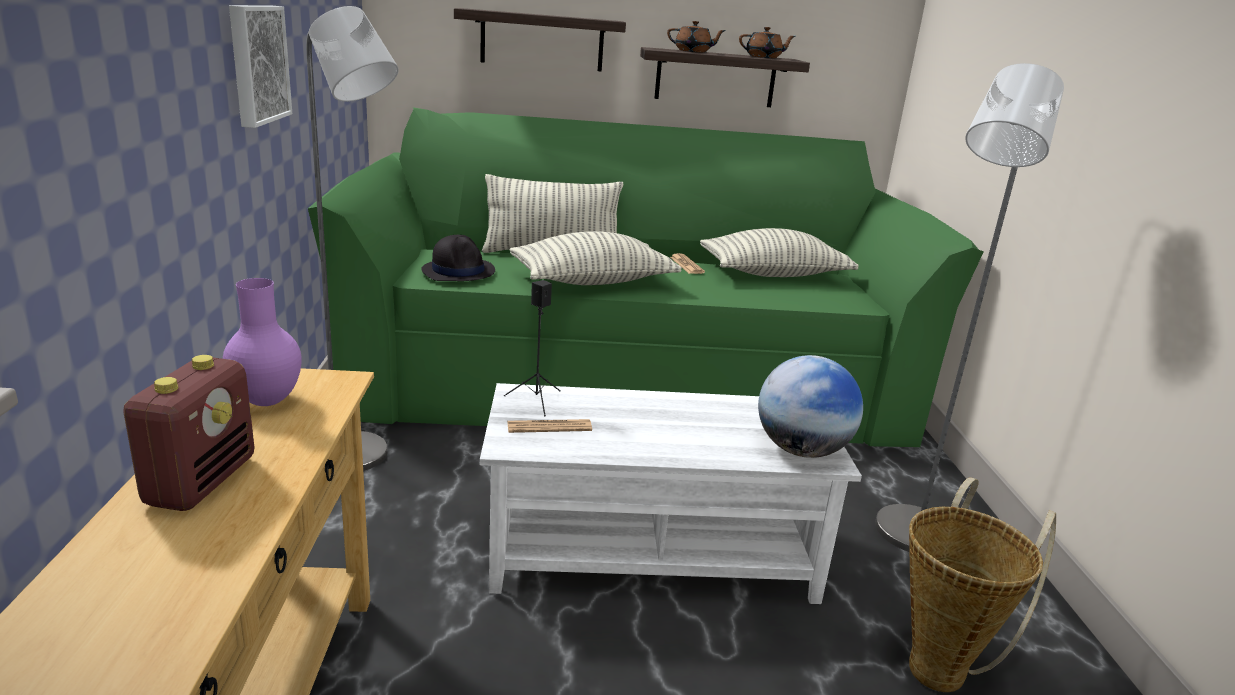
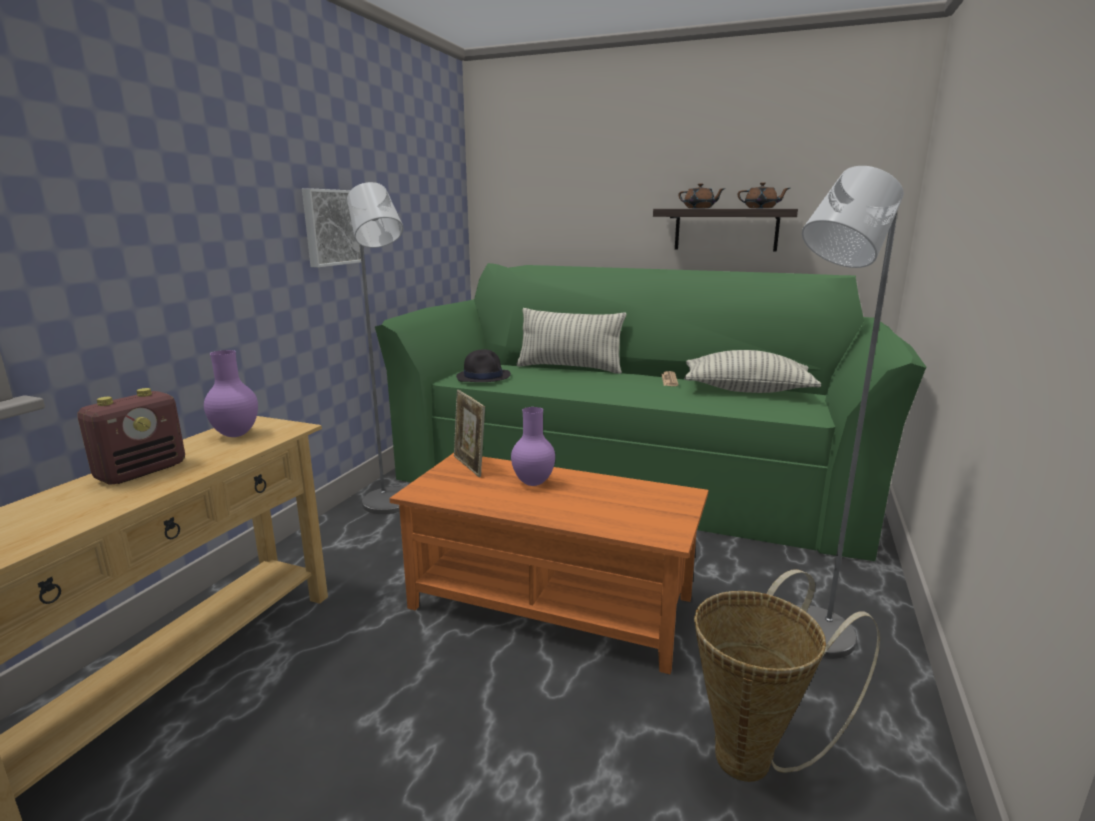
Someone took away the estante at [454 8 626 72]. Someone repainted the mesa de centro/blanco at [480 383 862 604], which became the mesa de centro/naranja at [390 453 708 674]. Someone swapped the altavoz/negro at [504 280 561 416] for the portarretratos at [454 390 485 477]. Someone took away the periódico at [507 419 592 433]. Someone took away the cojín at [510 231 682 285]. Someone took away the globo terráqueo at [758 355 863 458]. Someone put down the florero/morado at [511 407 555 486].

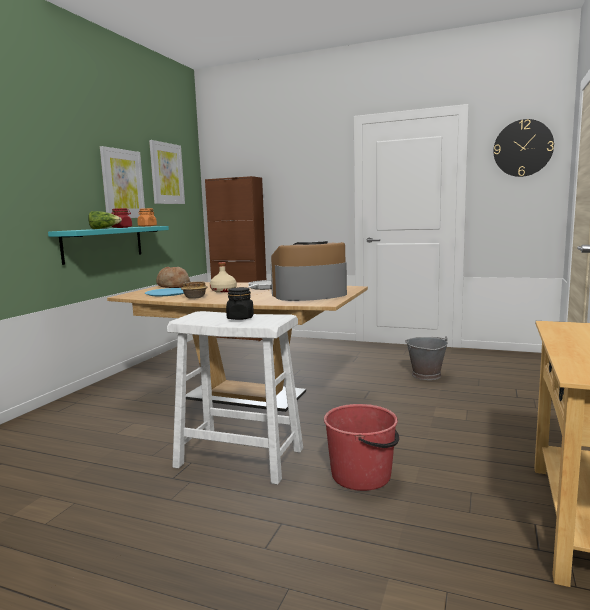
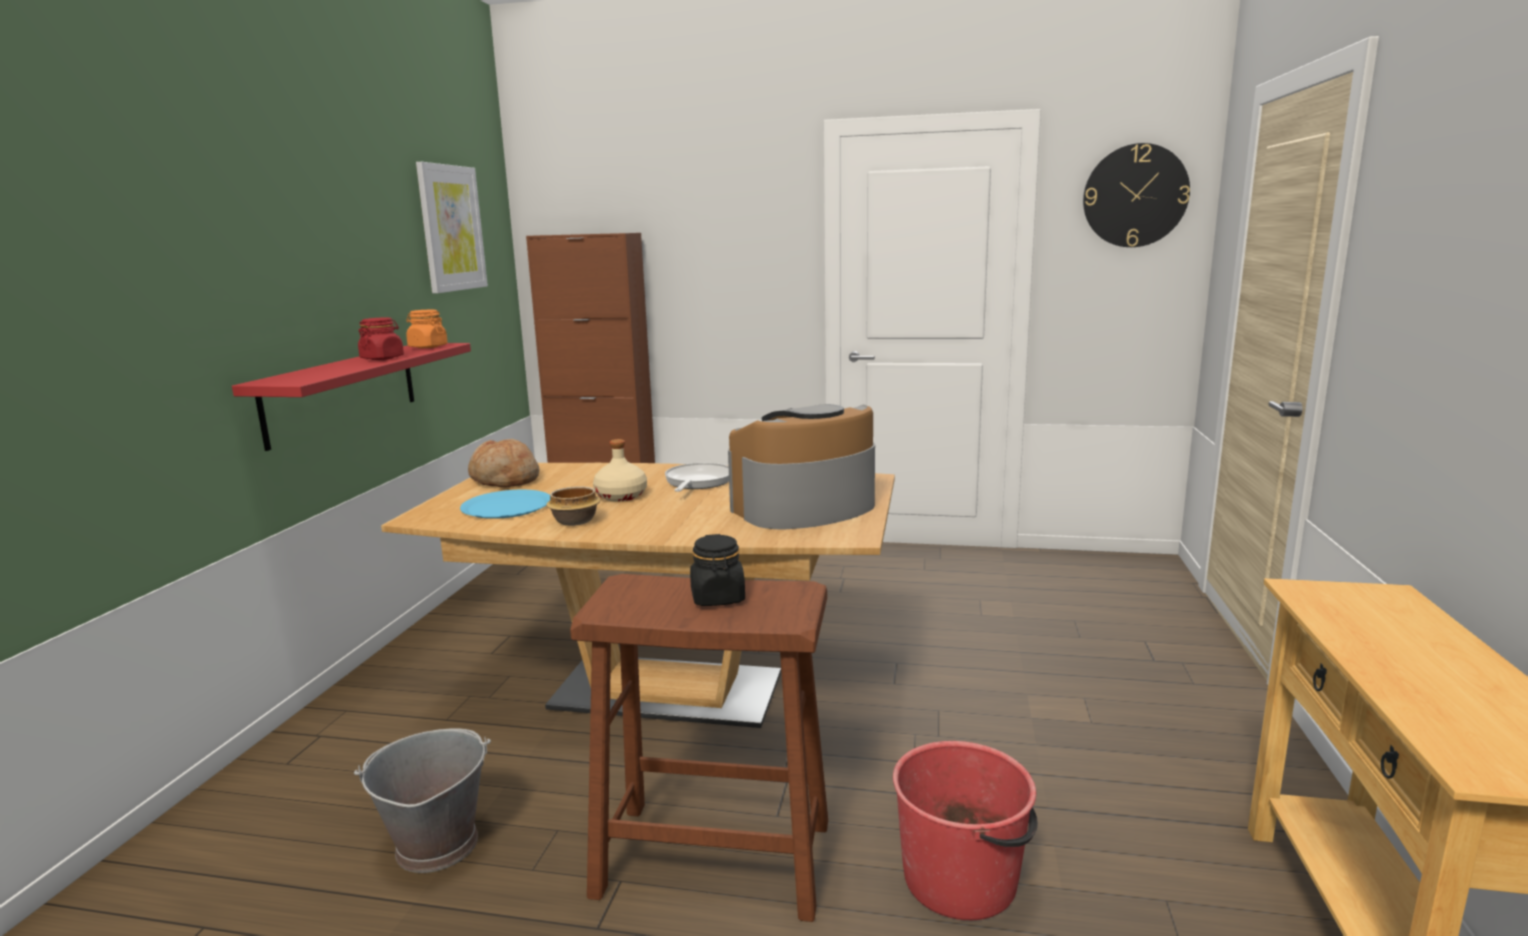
Someone repainted the estante/turquesa at [48 226 169 265], which became the estante/rojo at [232 343 471 451]. Someone took away the lechuga at [88 211 122 229]. Someone took away the cuadro at [100 146 145 218]. Someone repainted the taburete/blanco at [167 311 303 485], which became the taburete/marrón at [570 574 828 922]. Someone carried the cubo/gris from [405 336 448 380] to [354 728 491 873].

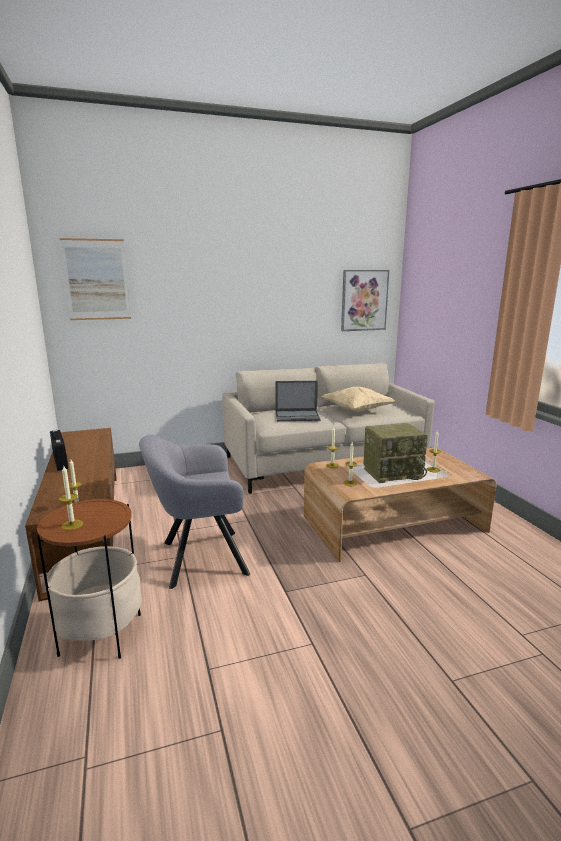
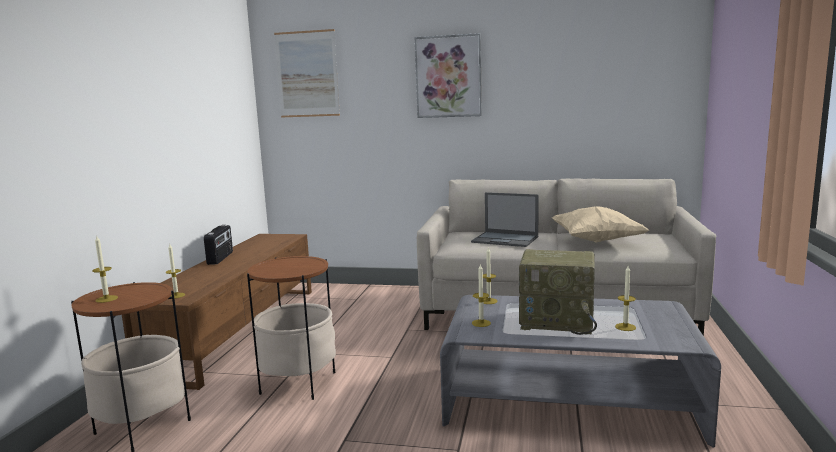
Someone swapped the sillón/gris at [139 434 250 589] for the mesa auxiliar at [247 256 336 400]. Someone repainted the mesa de centro/marrón at [304 448 497 562], which became the mesa de centro/gris at [440 295 721 447]. Someone carried the cuadro from [341 270 389 331] to [415 33 482 118].

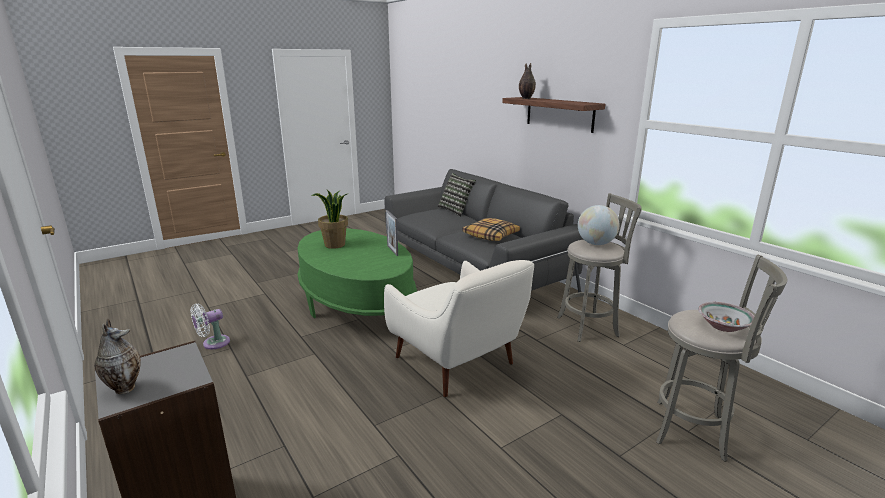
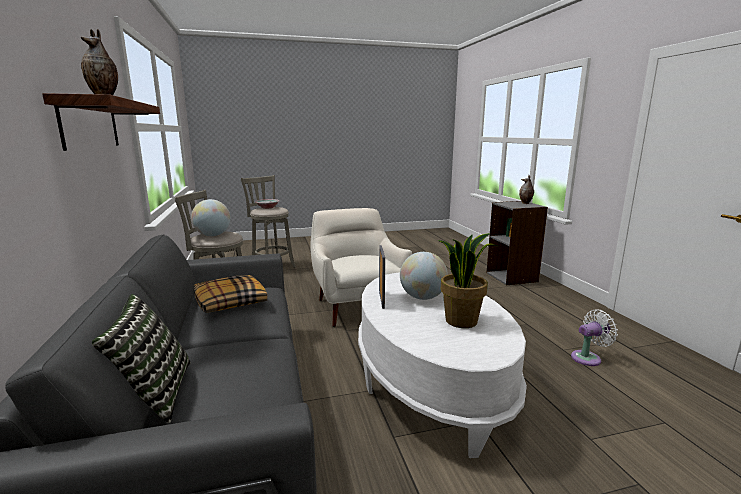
Someone repainted the mesa de centro/verde at [297 228 417 318], which became the mesa de centro/blanco at [358 272 527 458]. Someone put down the globo terráqueo at [400 252 448 300].

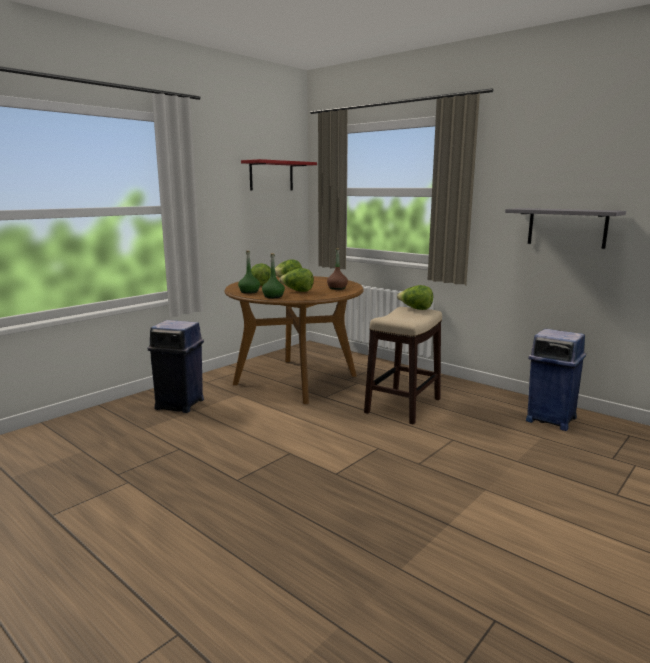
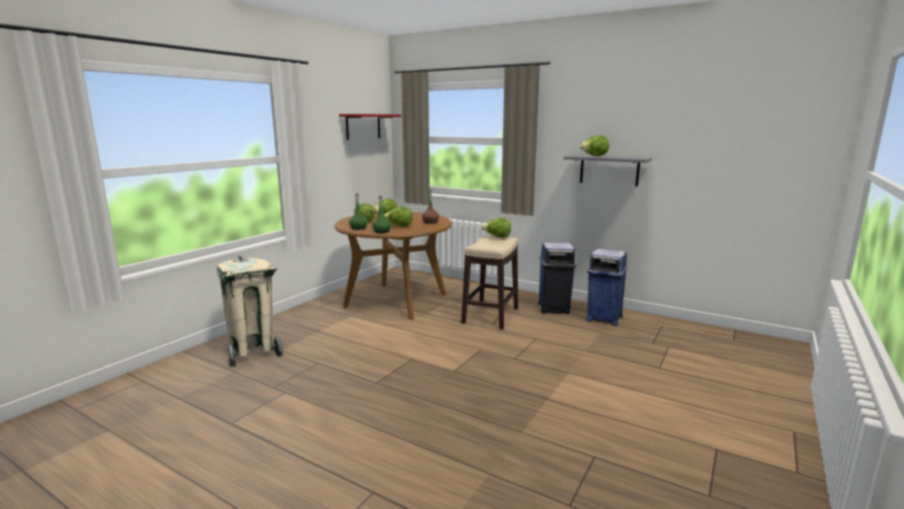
Someone carried the papelera/azul from [147 320 204 413] to [538 243 576 314]. Someone put down the papelera/beis at [217 255 283 368]. Someone put down the lechuga at [579 135 609 156].

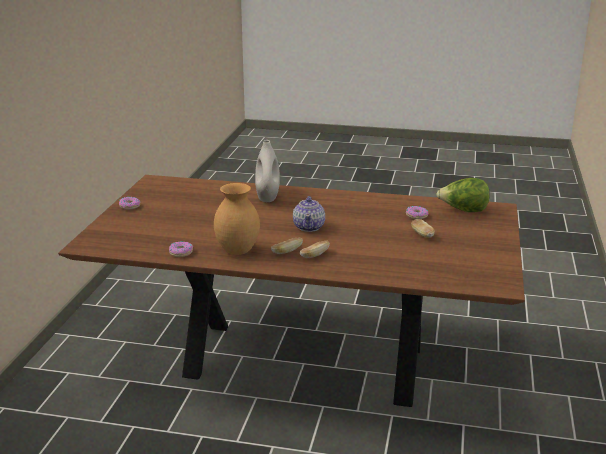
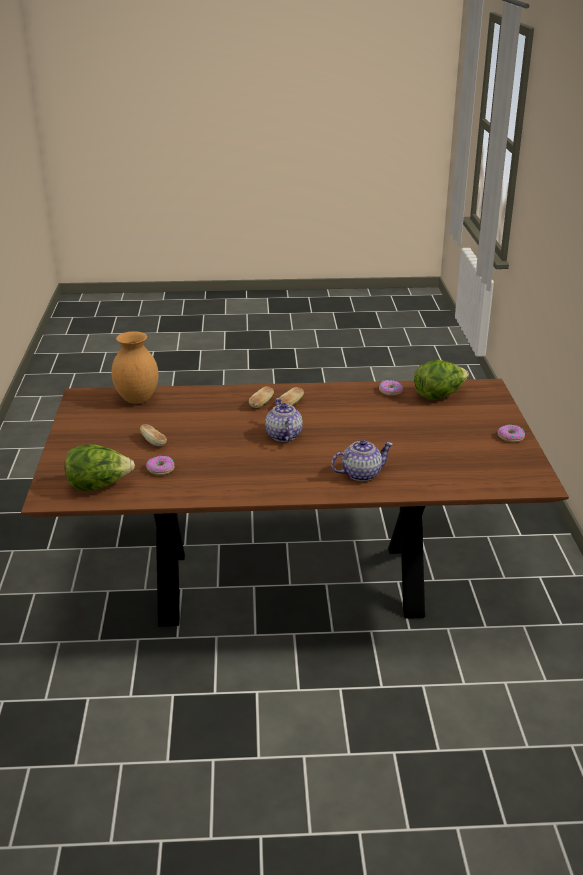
Someone carried the florero/marrón from [214 183 260 255] to [111 331 159 404]. Someone swapped the florero/blanco at [255 140 280 202] for the tetera at [331 440 393 481]. Someone put down the lechuga at [414 360 469 400].

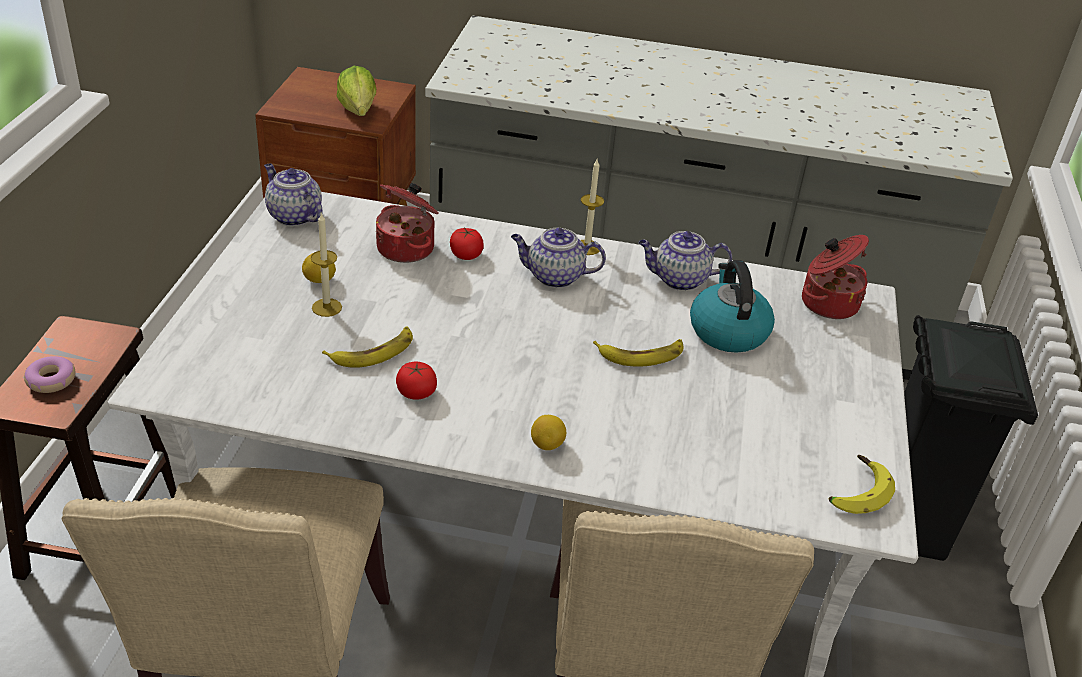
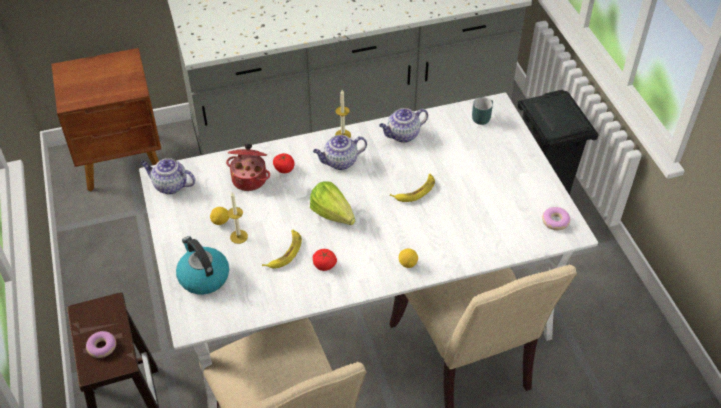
Someone carried the lechuga from [337 66 376 116] to [310 181 355 225]. Someone carried the hervidor from [690 260 775 353] to [176 236 229 295]. Someone swapped the olla at [802 235 869 319] for the taza grande/turquesa at [472 97 493 125]. Someone swapped the plátano at [829 455 895 514] for the rosquilla at [542 207 570 230].

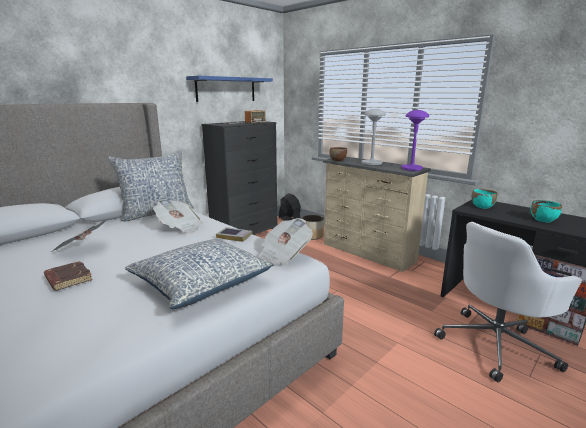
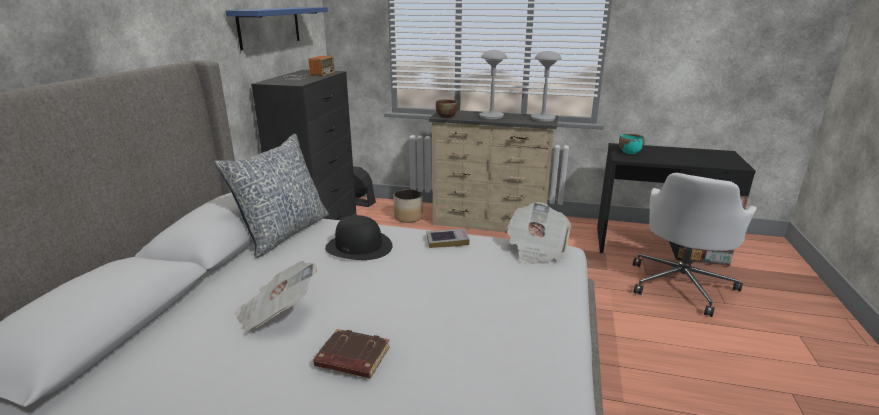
Someone took away the cojín at [125 238 274 309]. Someone swapped the periódico at [153 199 203 234] for the sombrero/negro at [325 215 393 260]. Someone repainted the lámpara de mesa/morado at [401 110 429 171], which became the lámpara de mesa/gris at [531 51 562 122]. Someone took away the cuenco/turquesa at [531 200 562 222].

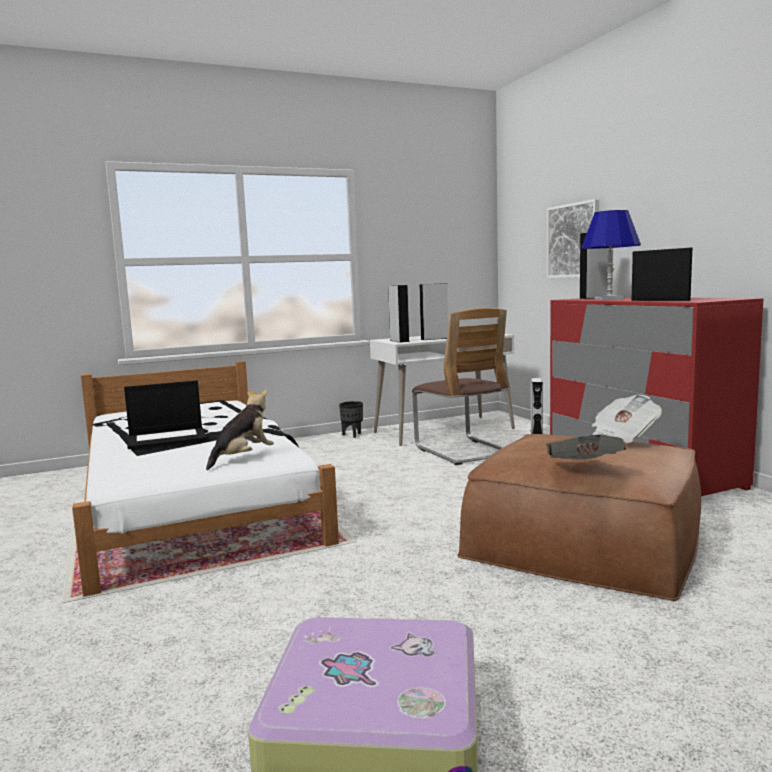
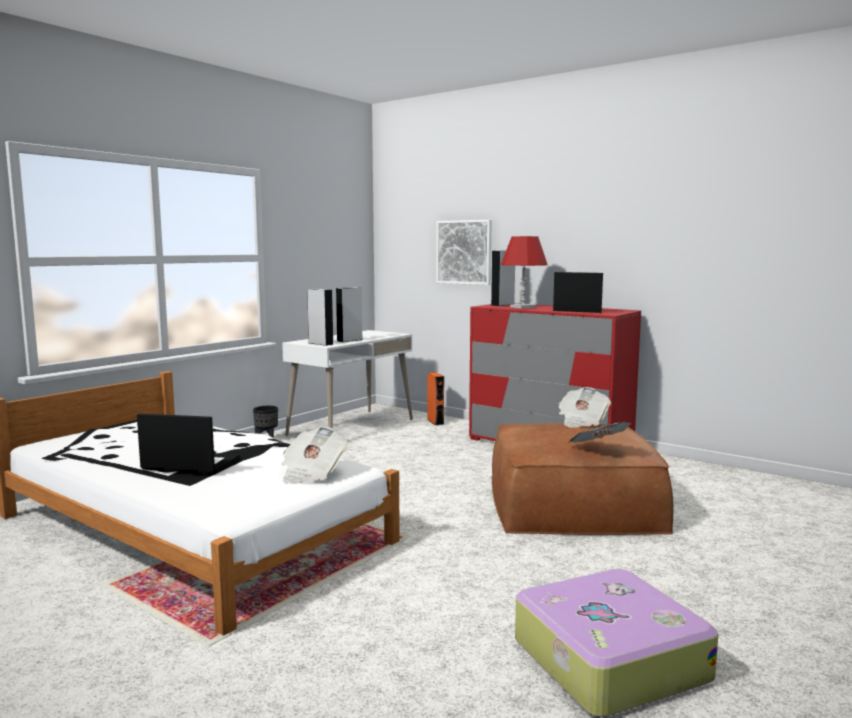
Someone rotated the portátil at [124 380 207 449] by 120 degrees counterclockwise. Someone swapped the peluche at [206 388 274 470] for the periódico at [281 427 348 484]. Someone took away the silla at [412 308 510 465]. Someone repainted the altavoz/gris at [530 378 543 434], which became the altavoz/naranja at [428 372 444 425]. Someone repainted the lámpara de mesa/azul at [581 210 641 300], which became the lámpara de mesa/rojo at [501 236 548 309].

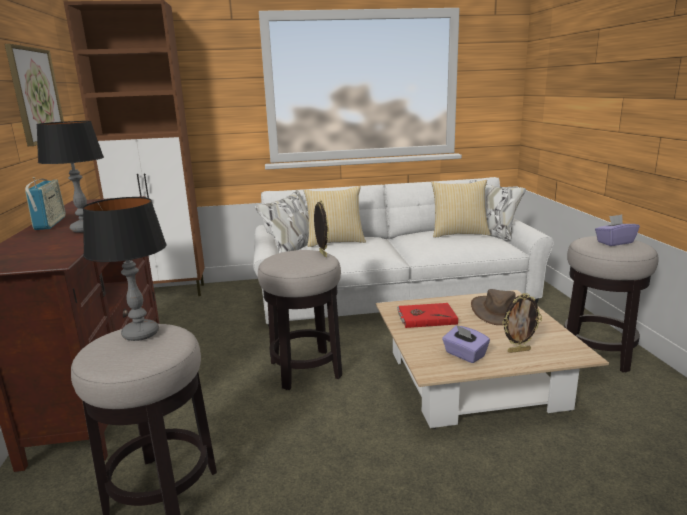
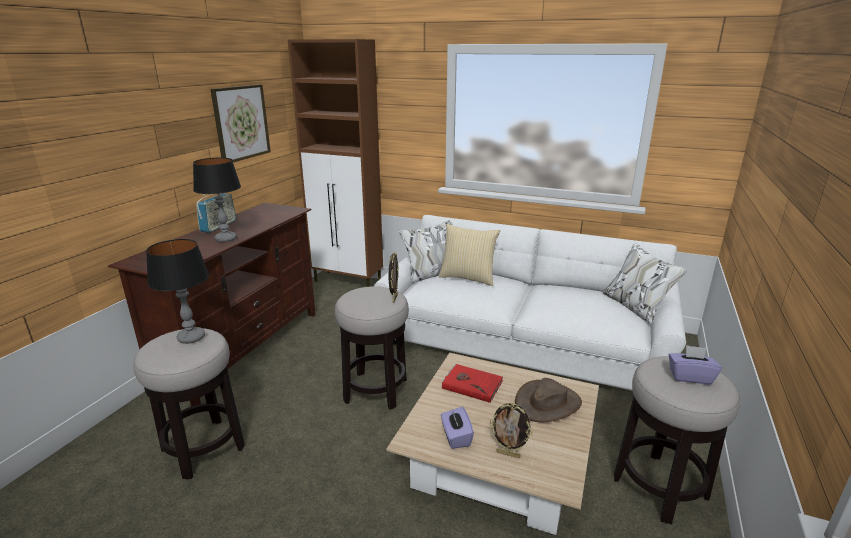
Someone took away the cojín at [432 180 491 238].

